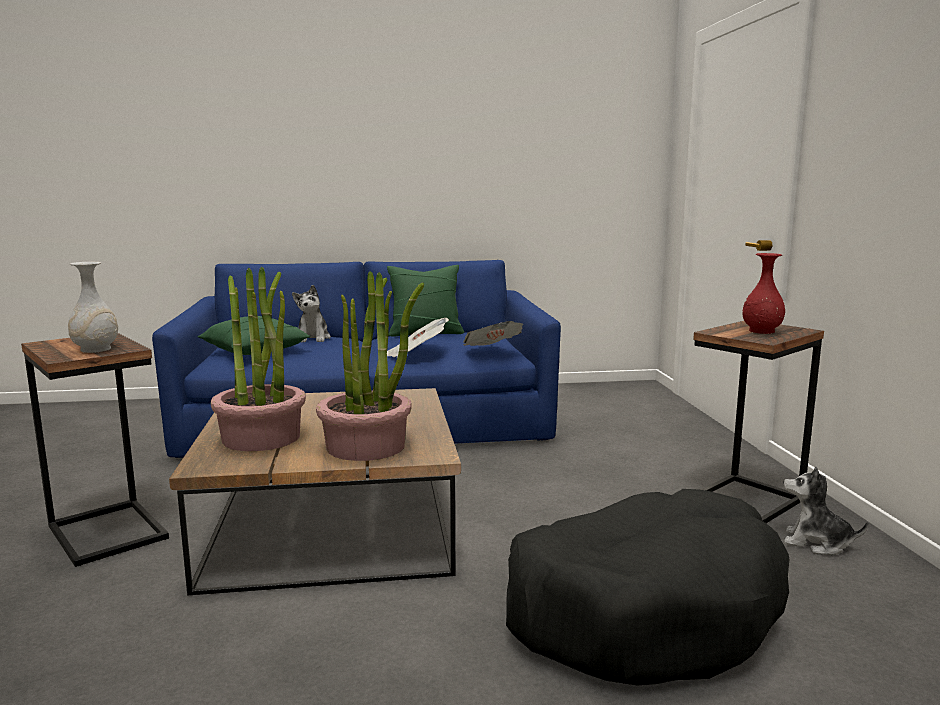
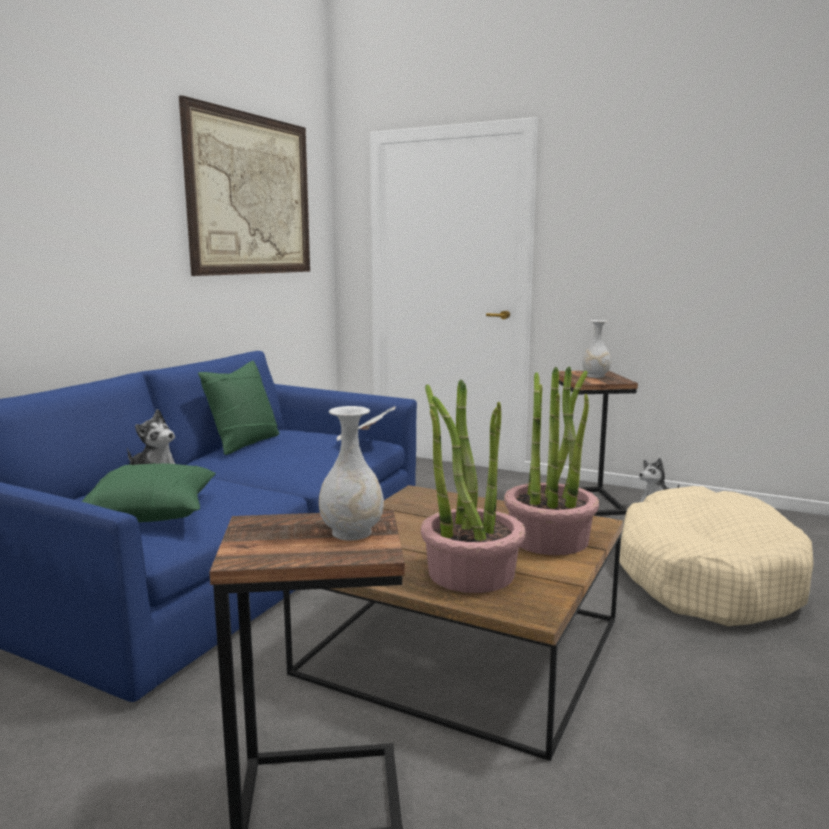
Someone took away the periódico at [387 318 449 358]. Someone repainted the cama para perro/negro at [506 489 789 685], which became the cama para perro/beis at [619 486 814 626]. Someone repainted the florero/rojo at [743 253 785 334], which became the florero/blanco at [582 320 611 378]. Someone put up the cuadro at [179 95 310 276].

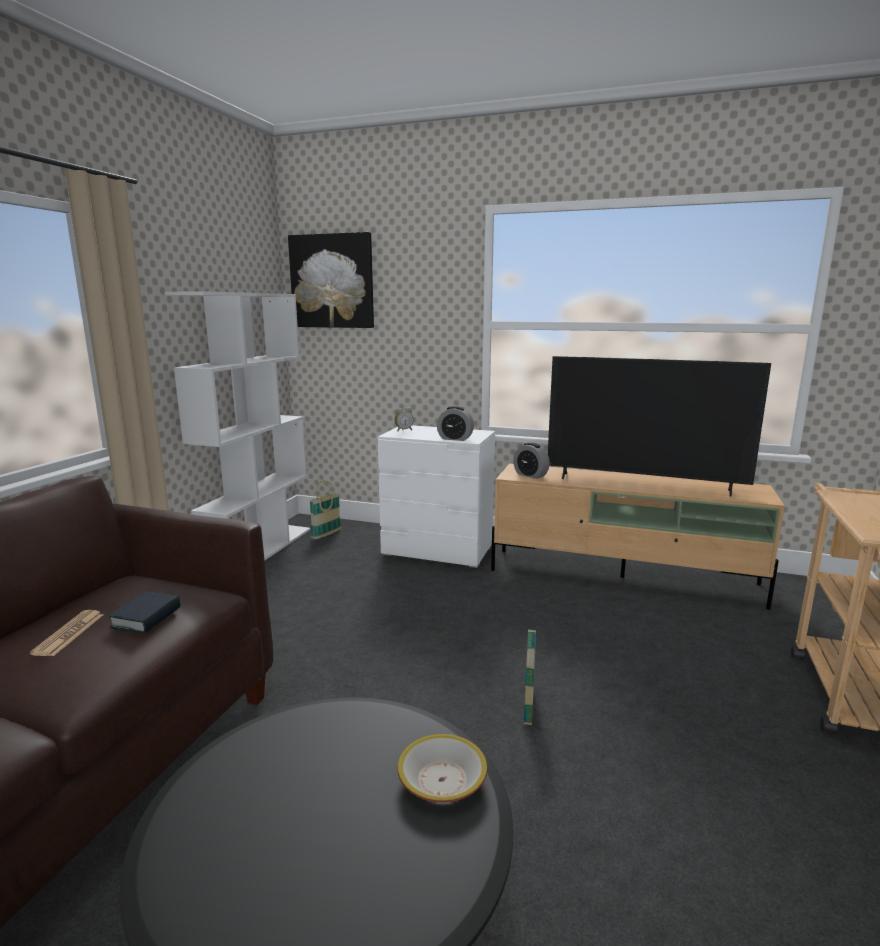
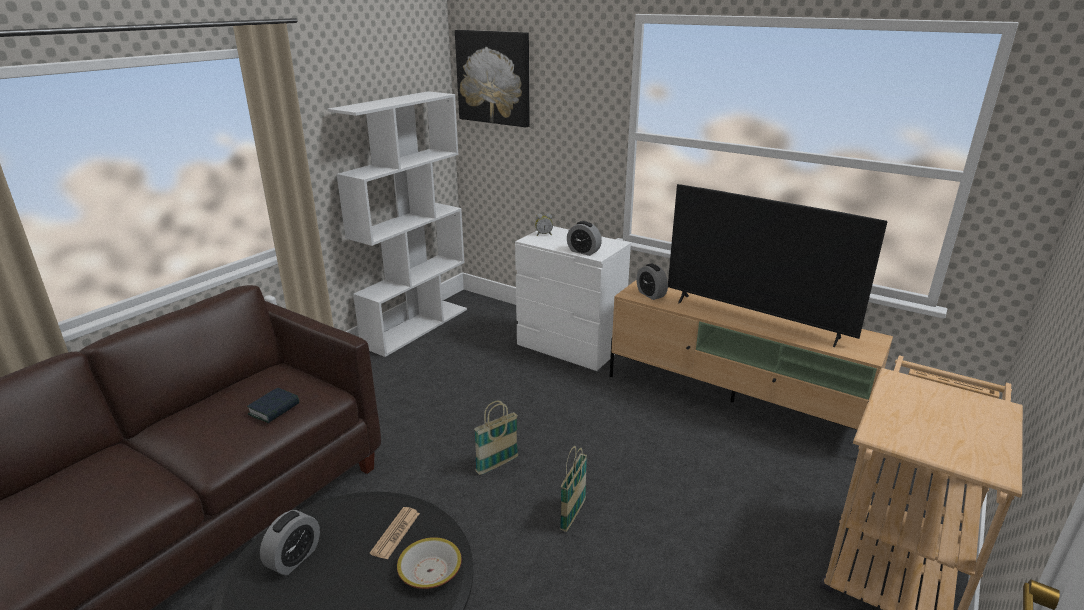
Someone carried the periódico from [30 610 104 656] to [370 507 420 560]. Someone carried the cesta from [309 480 341 540] to [474 401 518 475]. Someone put down the despertador at [260 510 320 575].

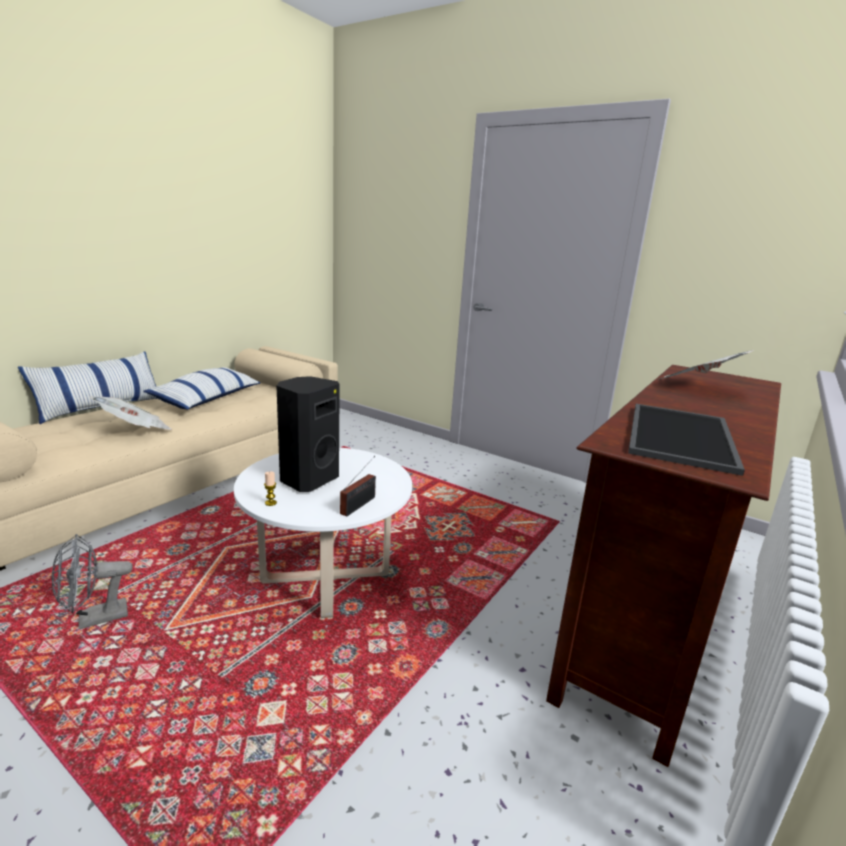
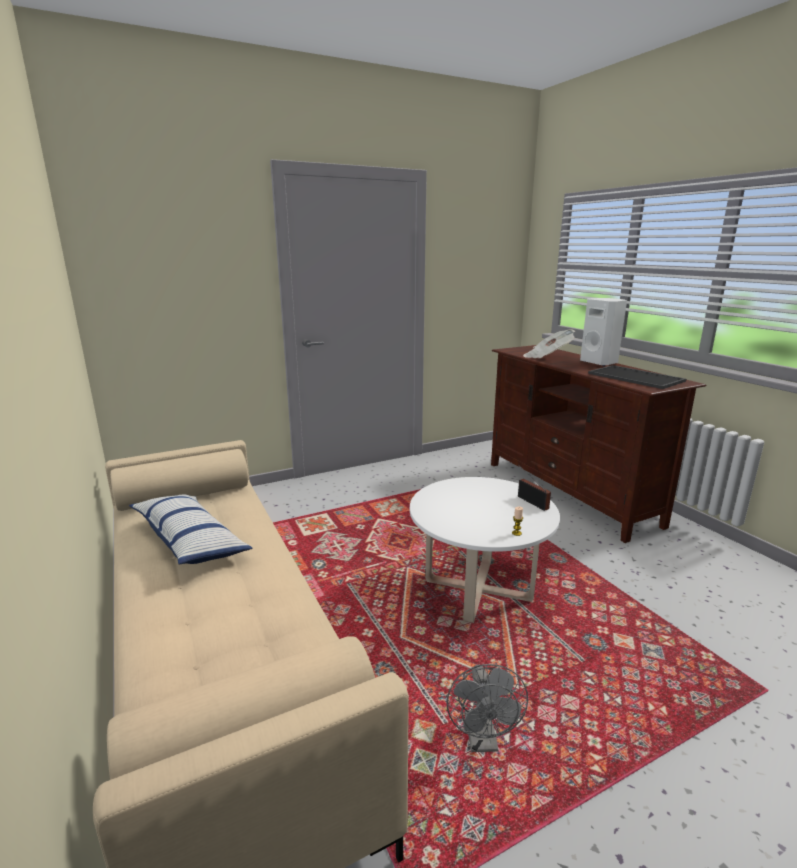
Someone took away the cojín at [18 352 158 424]. Someone took away the periódico at [90 397 173 430]. Someone took away the altavoz/negro at [276 376 340 492]. Someone put down the altavoz/blanco at [580 298 627 366].

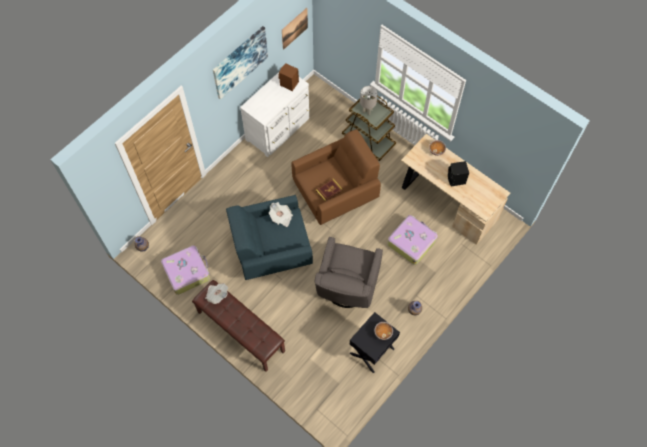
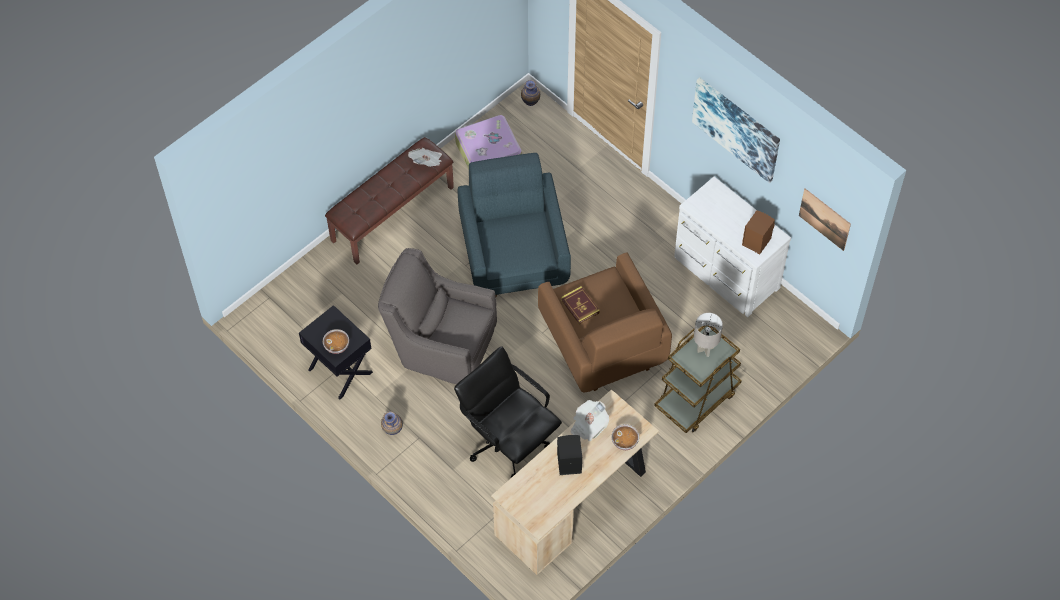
Someone carried the periódico from [269 202 293 227] to [571 400 609 442]. Someone swapped the maleta at [387 215 438 265] for the silla de oficina/negro at [454 346 562 478].

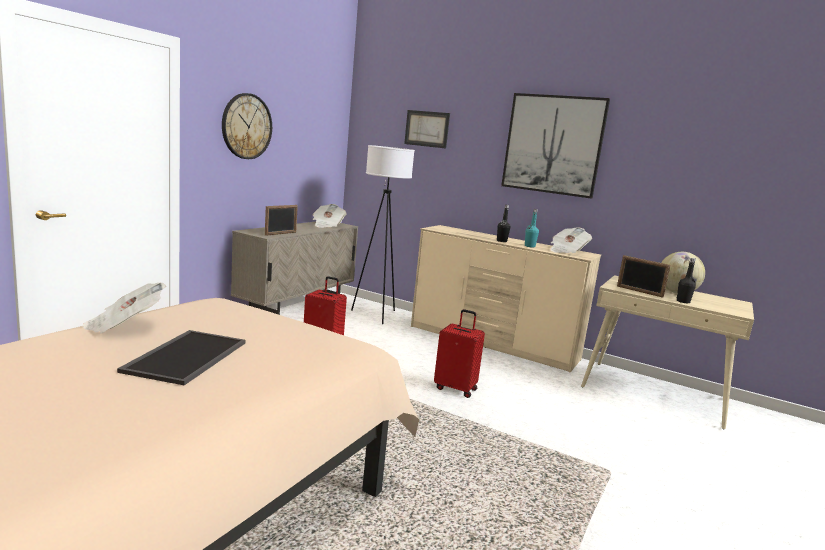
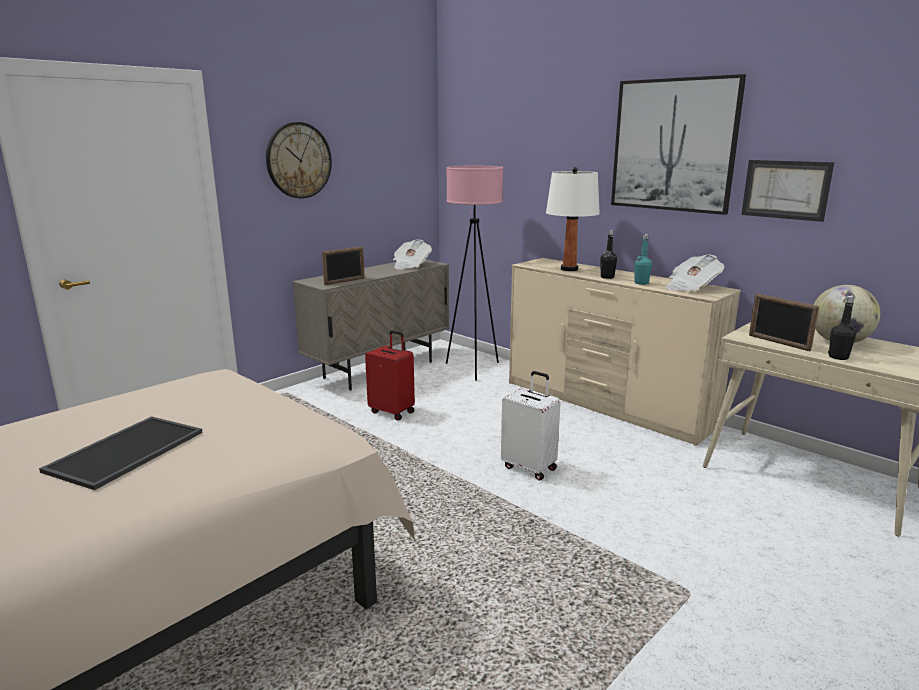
Someone took away the periódico at [82 283 166 334]. Someone repainted the lámpara de pie/blanco at [351 145 415 324], which became the lámpara de pie/rosa at [446 166 503 381]. Someone carried the cuadro from [404 110 450 149] to [741 160 834 222]. Someone repainted the maleta/rojo at [434 309 485 398], which became the maleta/blanco at [501 371 561 481]. Someone put down the lámpara de mesa/blanco at [546 167 600 271].

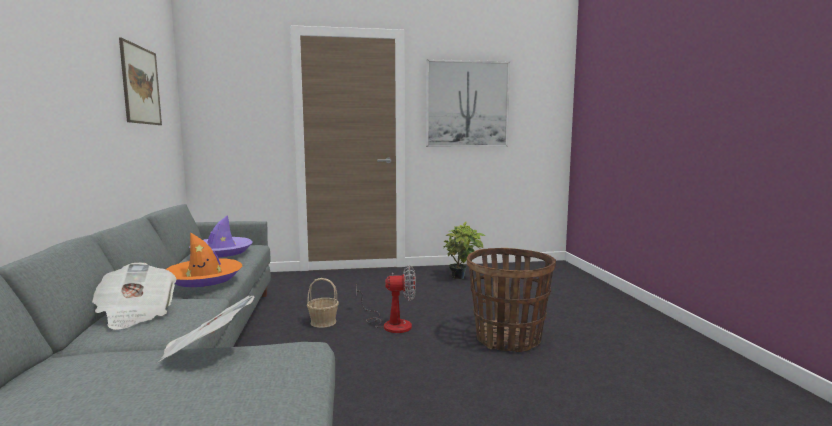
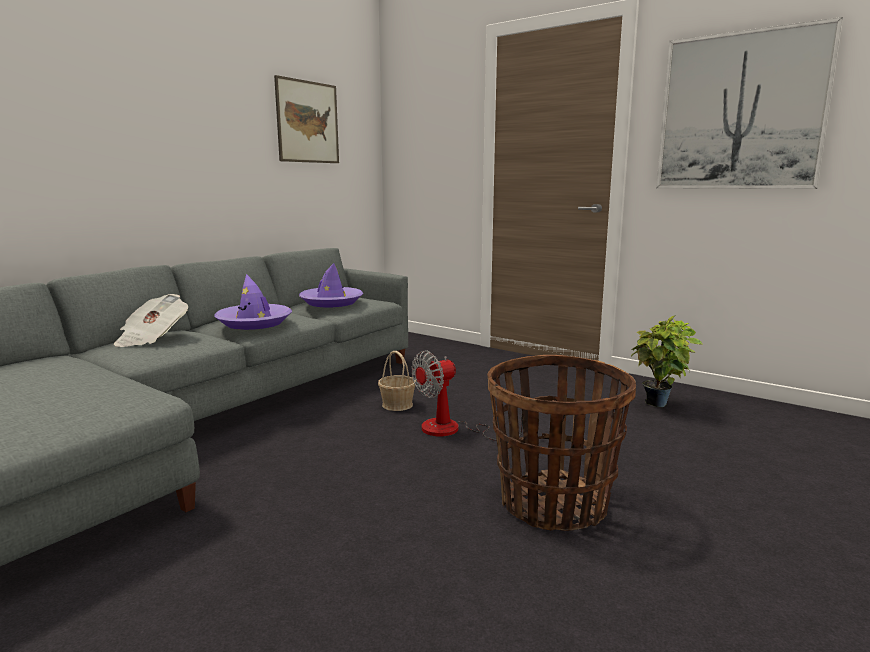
Someone took away the periódico at [158 296 255 362]. Someone repainted the sombrero/naranja at [166 232 243 287], which became the sombrero/morado at [214 274 292 330]. Someone rotated the ventilador at [356 265 416 333] by 105 degrees clockwise.

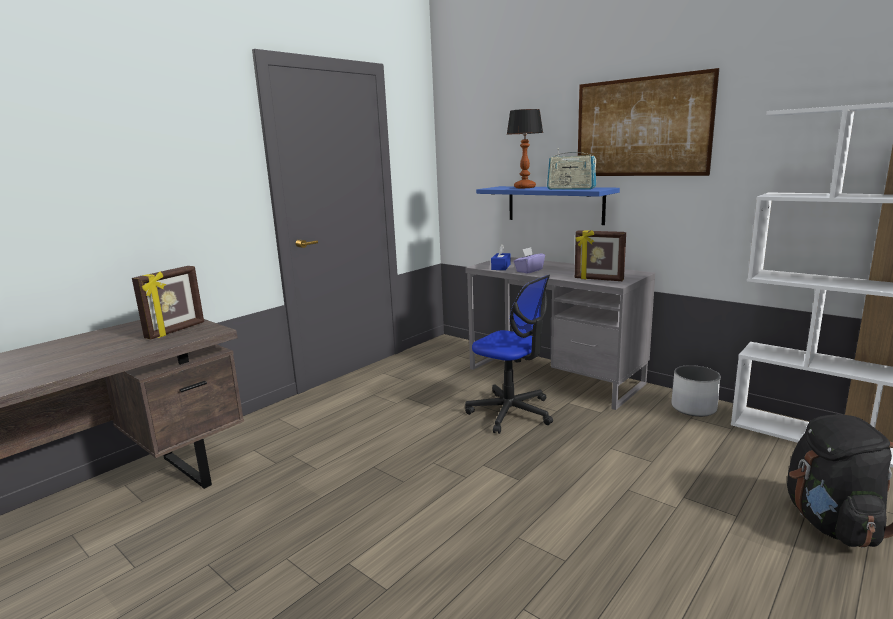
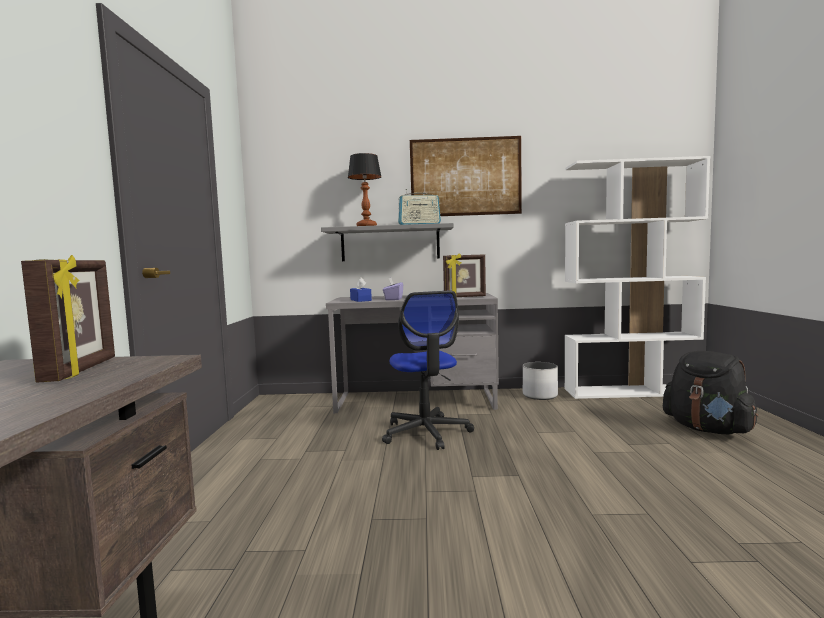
Someone rotated the silla de oficina at [465 275 553 434] by 75 degrees clockwise. Someone repainted the estante/azul at [476 186 620 225], which became the estante/gris at [321 223 454 261].

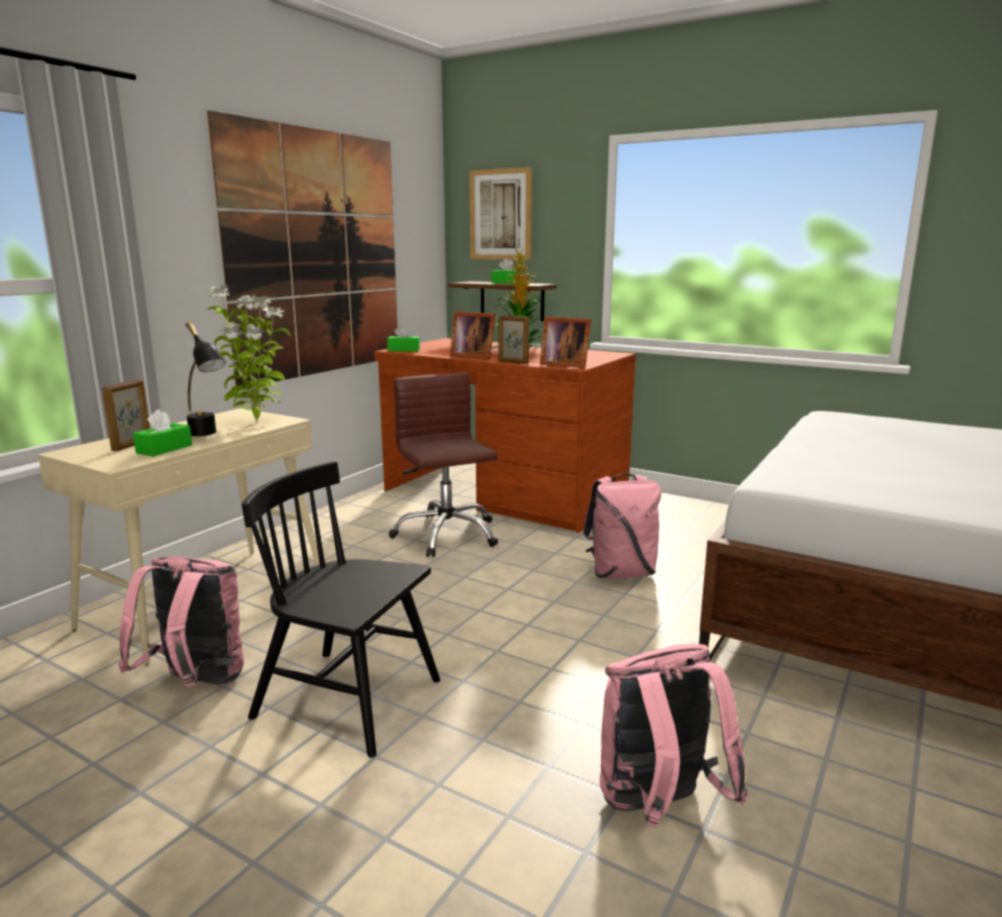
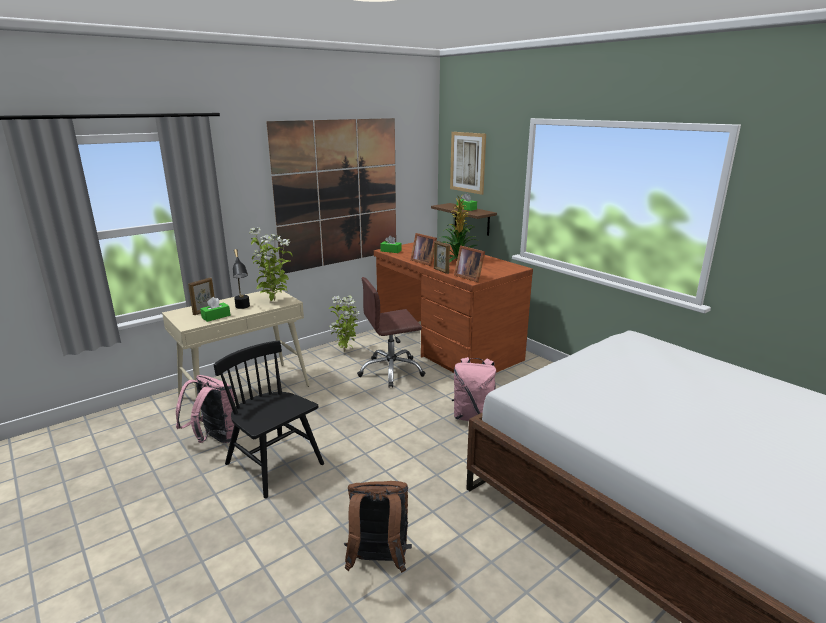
Someone rotated the silla de oficina/marrón at [389 373 498 557] by 105 degrees counterclockwise. Someone repainted the mochila/rosa at [600 643 749 828], which became the mochila/marrón at [344 481 412 573]. Someone put down the planta en maceta at [329 295 360 352].

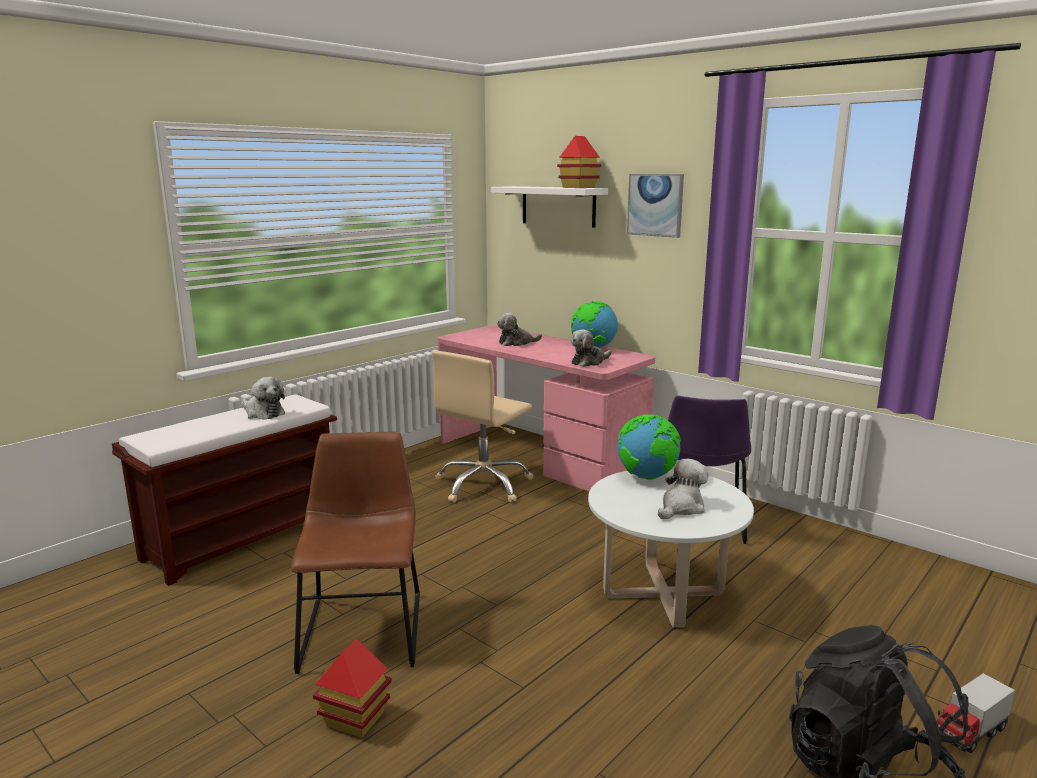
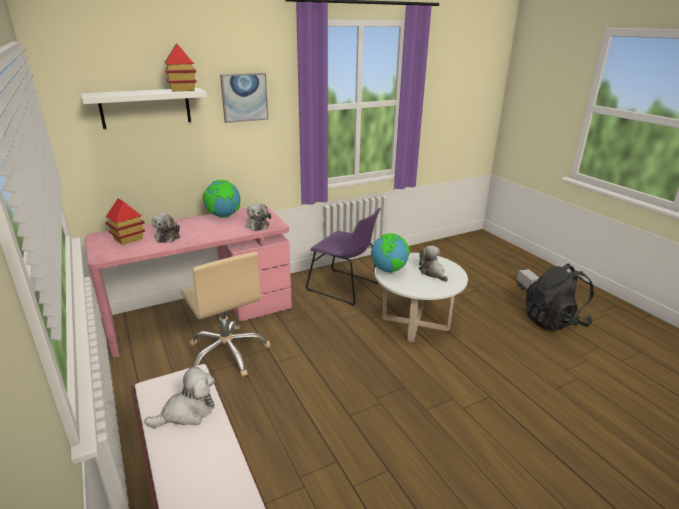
Someone took away the silla/marrón at [291 432 420 674]. Someone carried the casita from [313 639 392 738] to [106 199 145 245].

